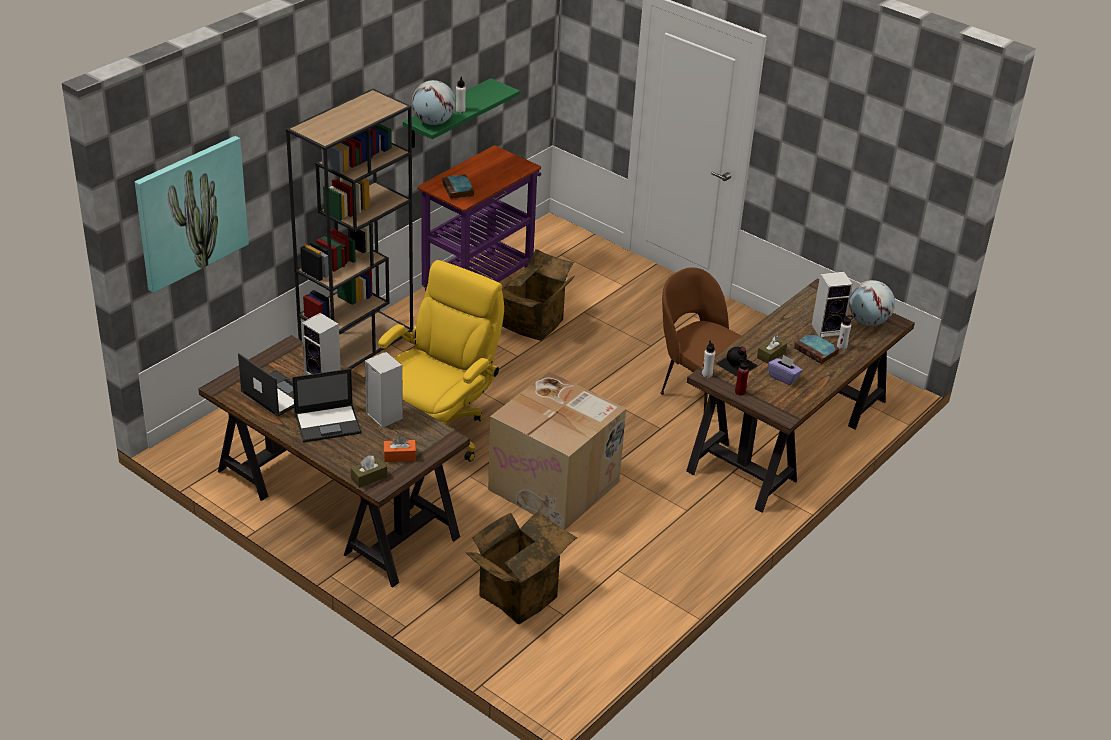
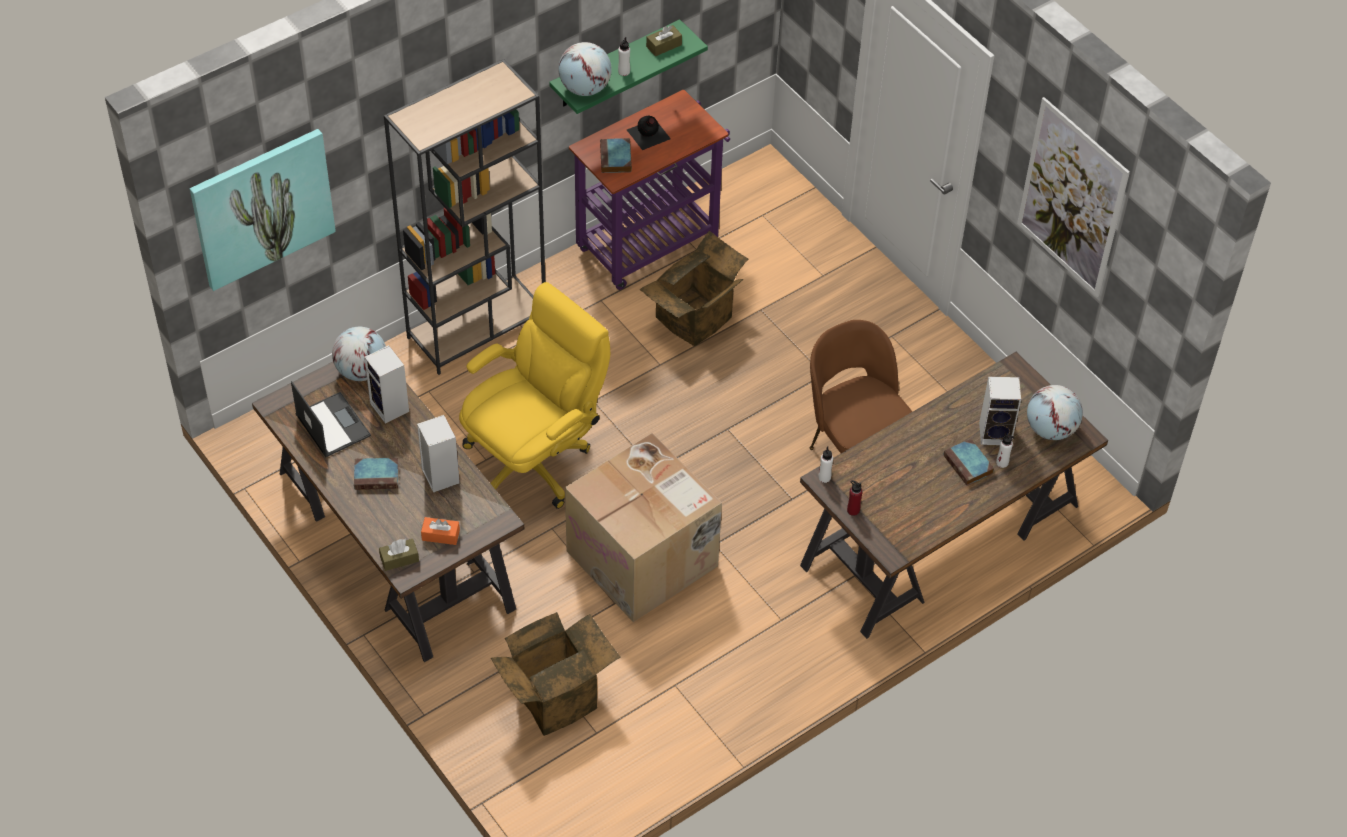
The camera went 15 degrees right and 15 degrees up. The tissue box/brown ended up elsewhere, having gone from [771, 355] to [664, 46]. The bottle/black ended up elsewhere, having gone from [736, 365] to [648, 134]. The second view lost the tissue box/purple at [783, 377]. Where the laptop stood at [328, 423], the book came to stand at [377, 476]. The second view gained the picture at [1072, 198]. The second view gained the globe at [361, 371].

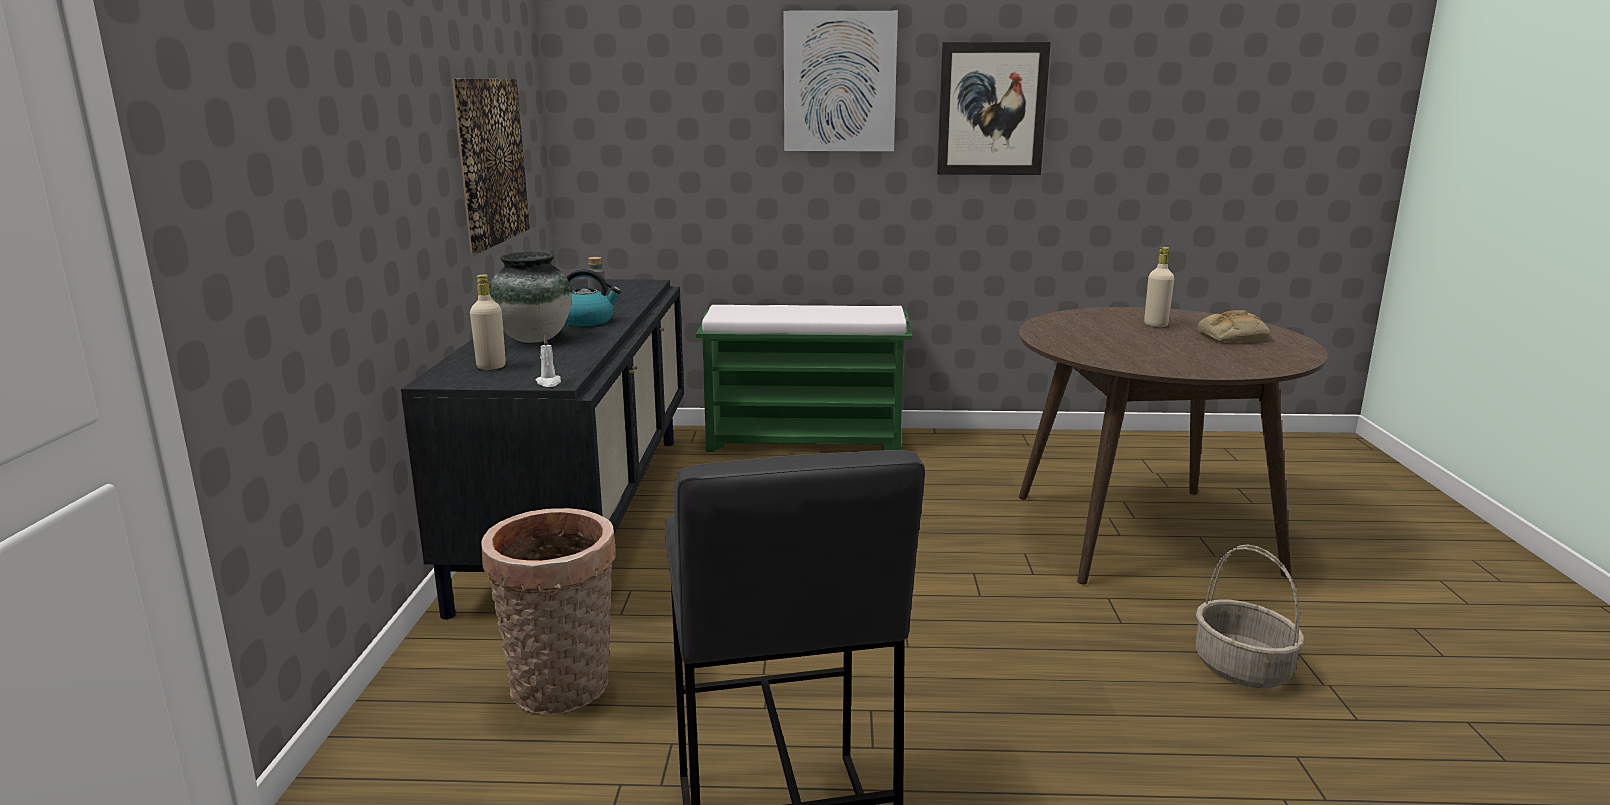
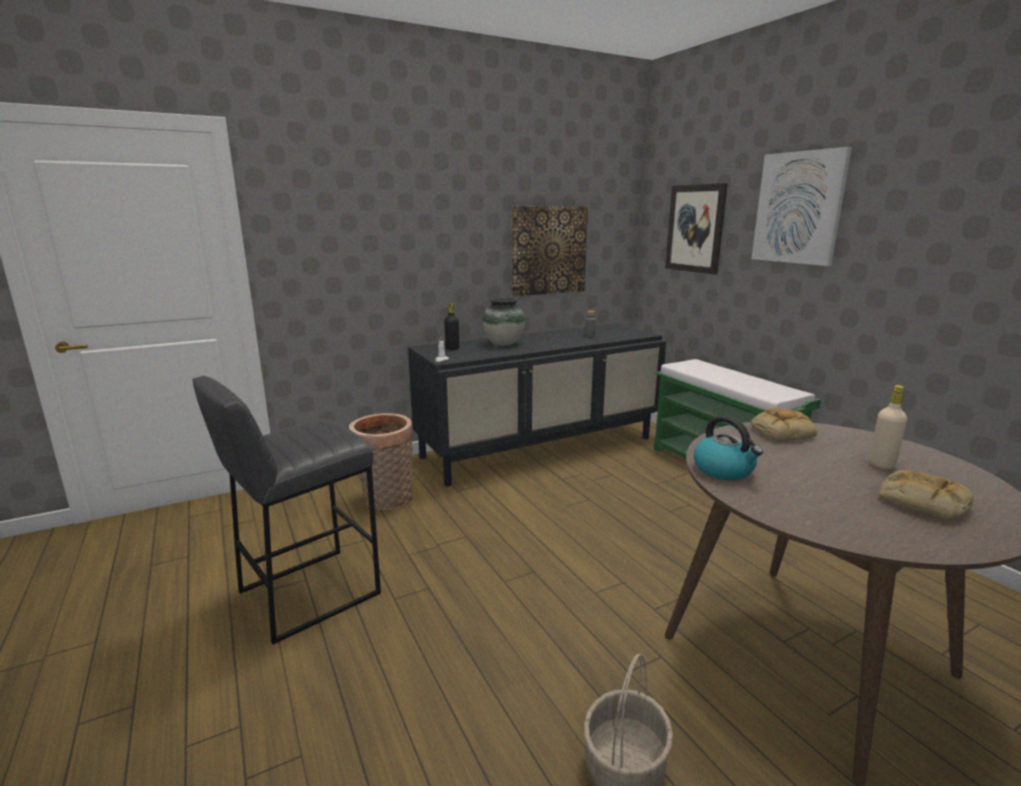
The camera went 60 degrees right and 0 degrees up. The picture ended up elsewhere, having gone from [991, 109] to [695, 228]. The kettle ended up elsewhere, having gone from [588, 321] to [724, 470]. What was the bottle/beige at [491, 367] turned into the bottle/black at [452, 348]. The second view gained the bread at [782, 432].

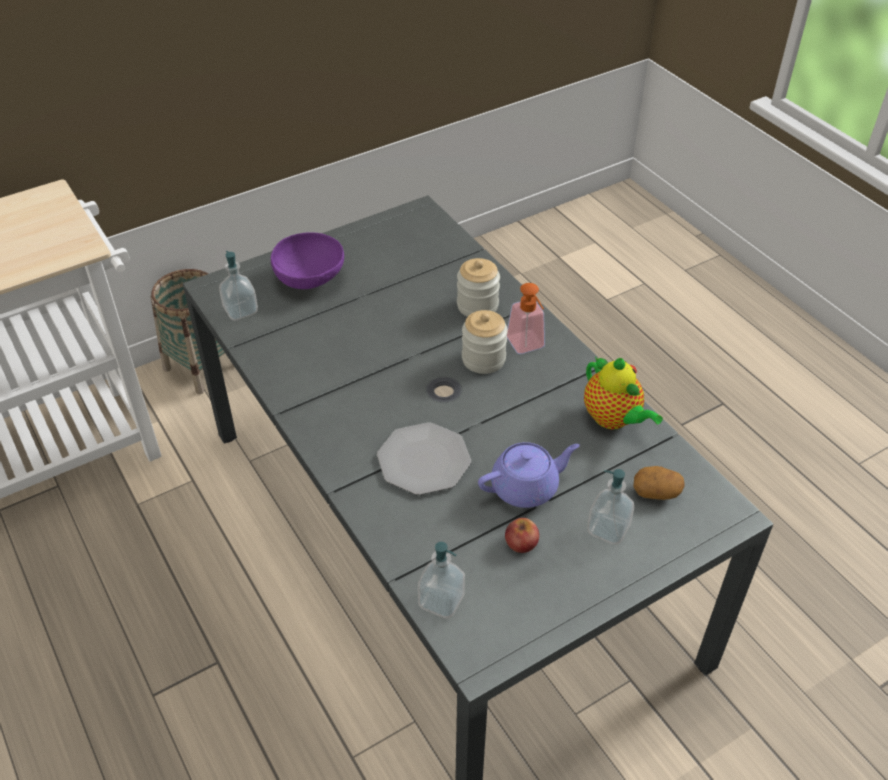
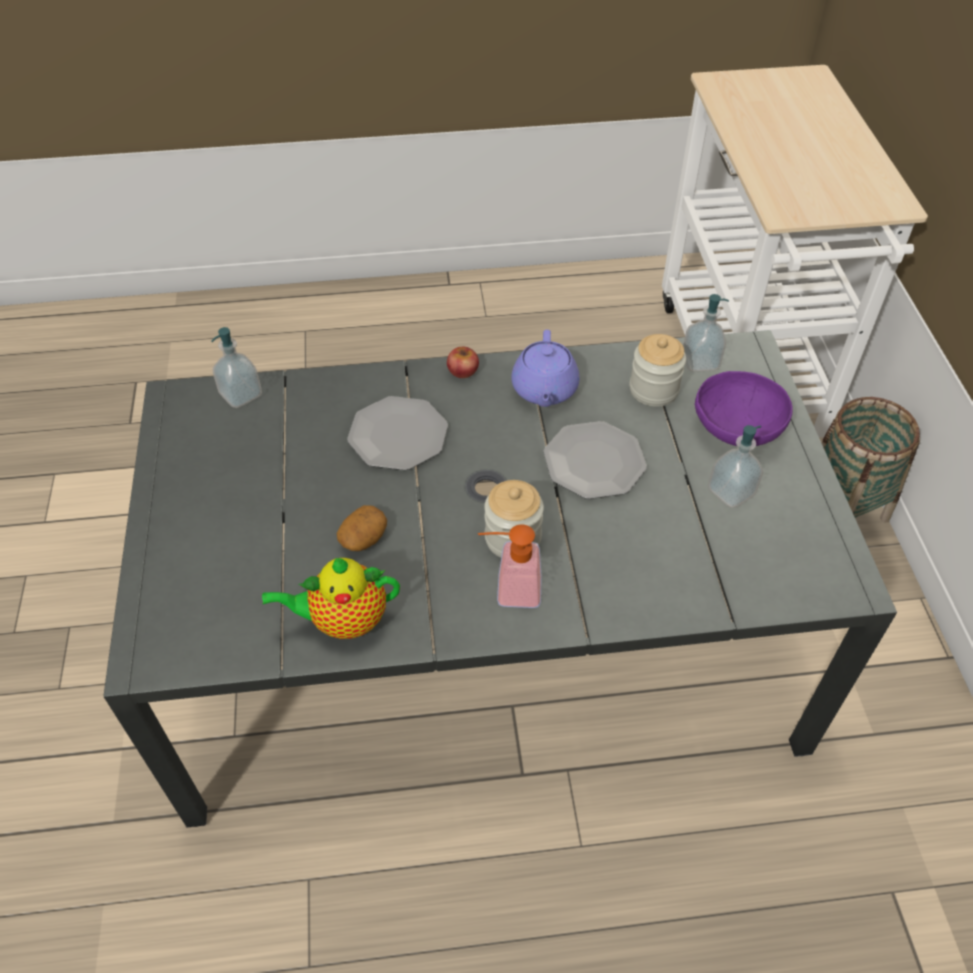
The camera went 115 degrees right and 5 degrees up. The jar ended up elsewhere, having gone from [477, 305] to [653, 389]. The teapot/purple ended up elsewhere, having gone from [526, 487] to [544, 390]. The potato ended up elsewhere, having gone from [656, 491] to [363, 538]. The soap dispenser ended up elsewhere, having gone from [608, 529] to [731, 492]. The apple ended up elsewhere, having gone from [521, 542] to [463, 370]. The second view gained the plate at [594, 462].

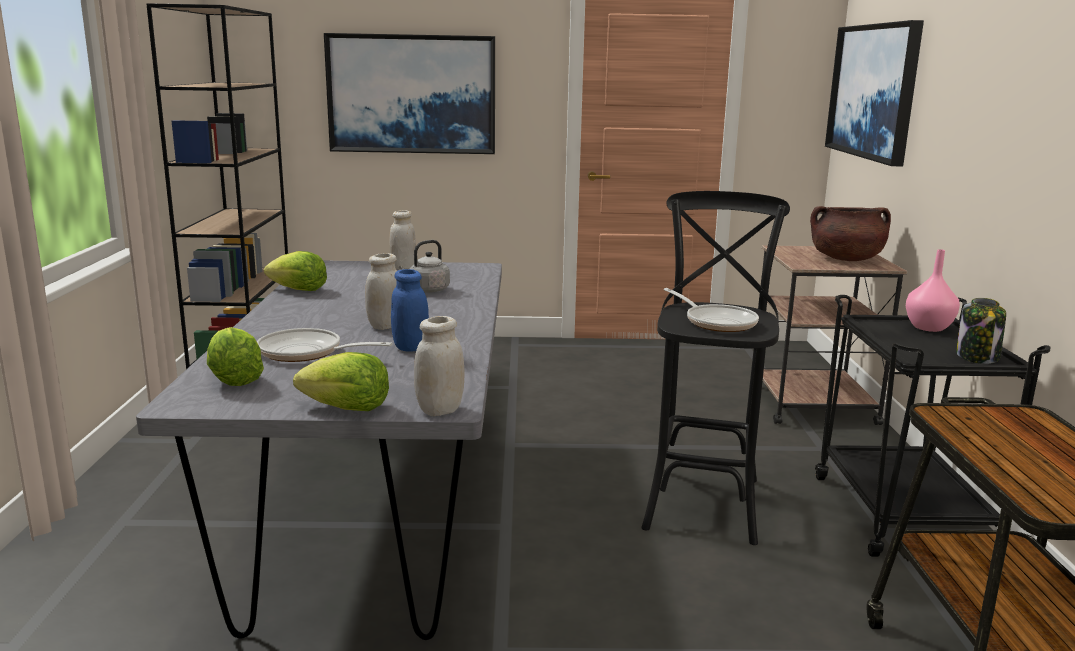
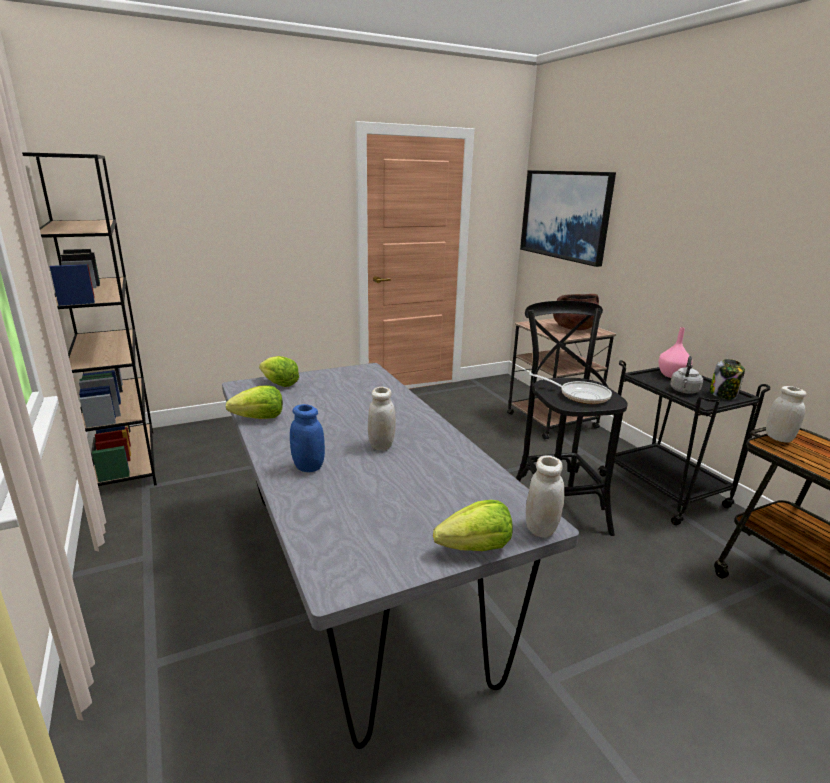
The camera went 25 degrees left and 5 degrees up. The second view lost the picture at [412, 94]. The jar/white ended up elsewhere, having gone from [403, 267] to [778, 438]. The kettle/grey ended up elsewhere, having gone from [427, 290] to [684, 391]. The jar/blue ended up elsewhere, having gone from [410, 347] to [308, 467]. The lettuce ended up elsewhere, having gone from [234, 379] to [279, 384]. The second view lost the frying pan at [306, 353].

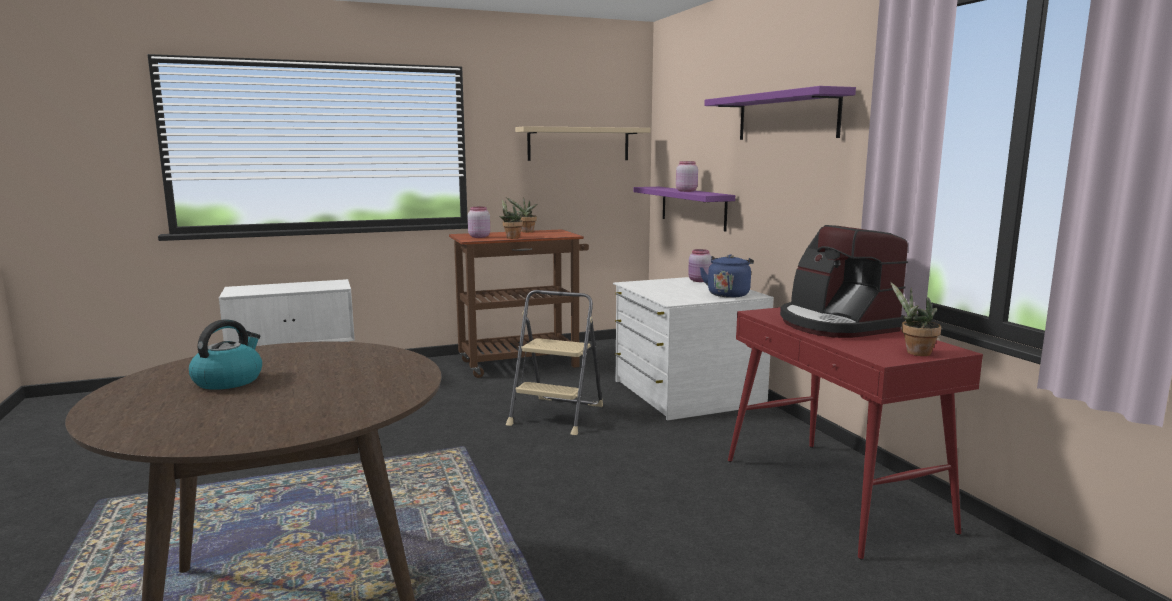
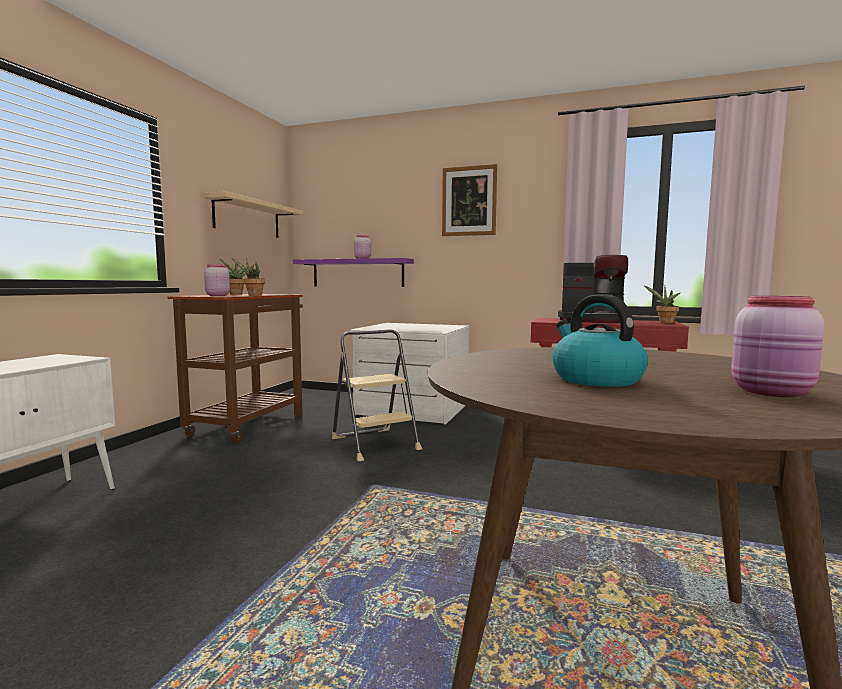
The camera went 50 degrees left and 5 degrees down. Where the shelf/purple hung at [786, 116], the picture came to hang at [469, 201]. The jar/pink ended up elsewhere, having gone from [699, 280] to [773, 392]. The second view lost the kettle/blue at [728, 294].

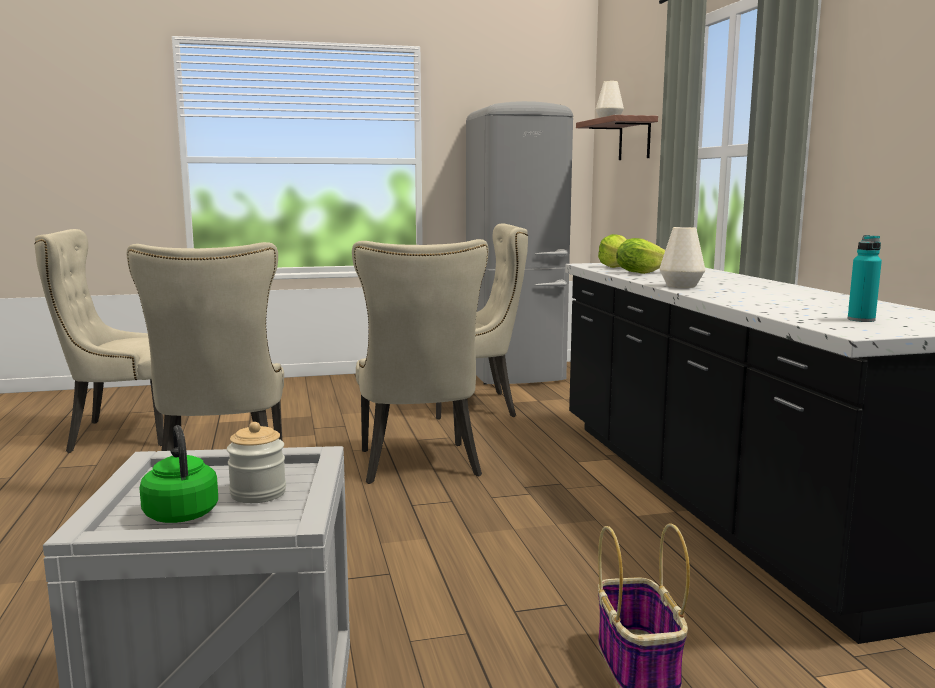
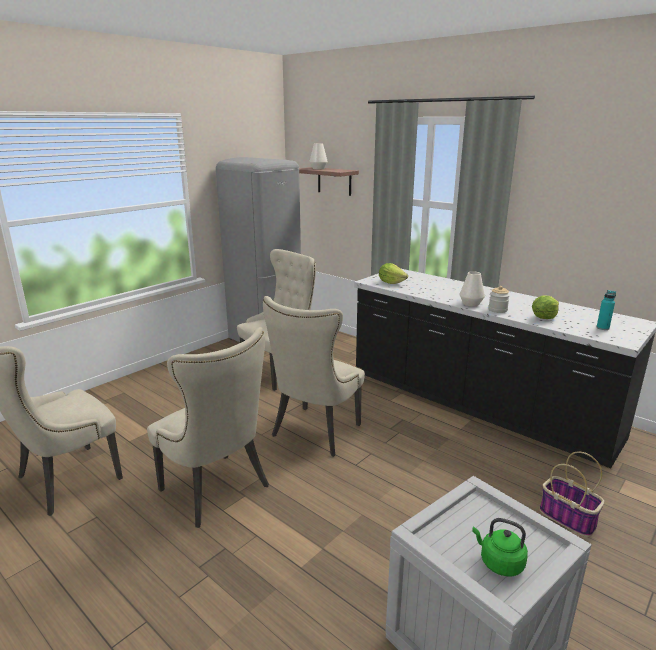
The camera went 35 degrees left and 10 degrees up. The lettuce ended up elsewhere, having gone from [639, 272] to [544, 317]. The chair/beige at [418, 464] ended up facing another way, 75 degrees clockwise from before. The jar ended up elsewhere, having gone from [258, 493] to [497, 310].

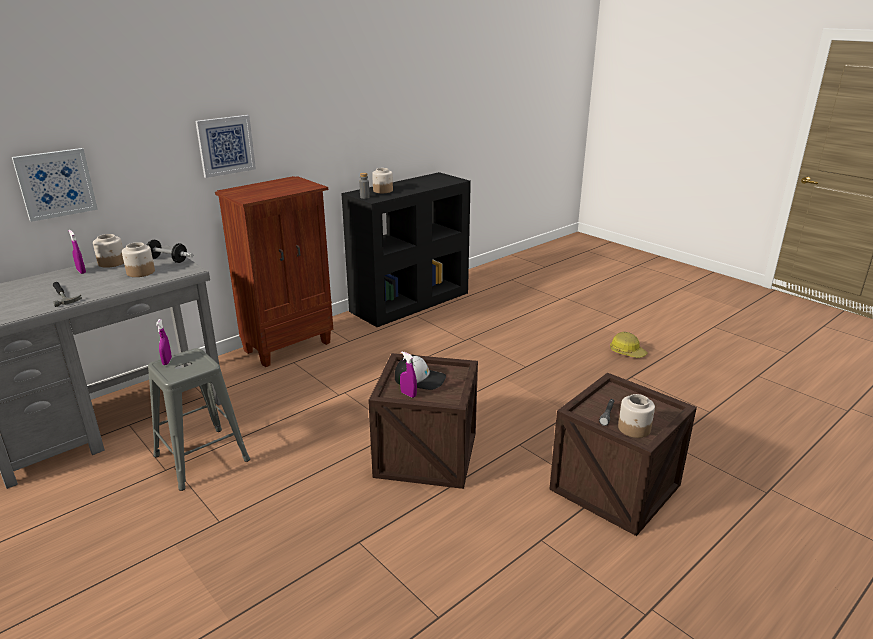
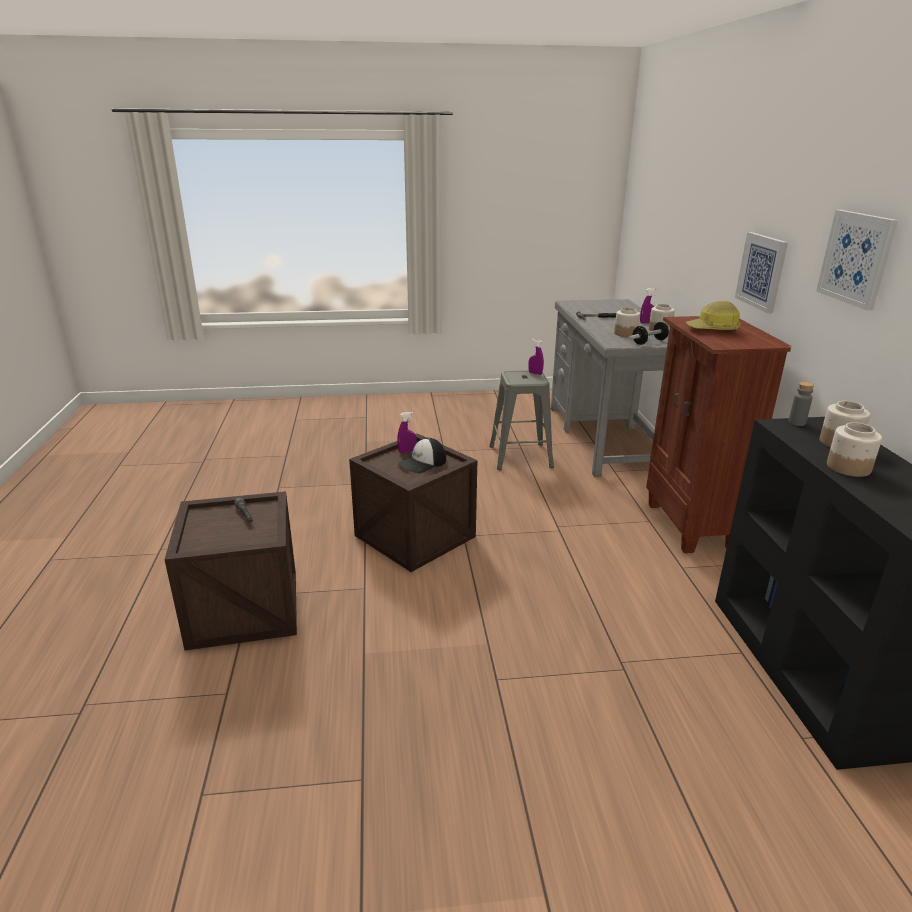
The camera went 125 degrees right and 0 degrees up. The picture ended up elsewhere, having gone from [55, 184] to [856, 258]. The hard hat ended up elsewhere, having gone from [627, 352] to [713, 330]. The jar ended up elsewhere, having gone from [634, 429] to [847, 467].

